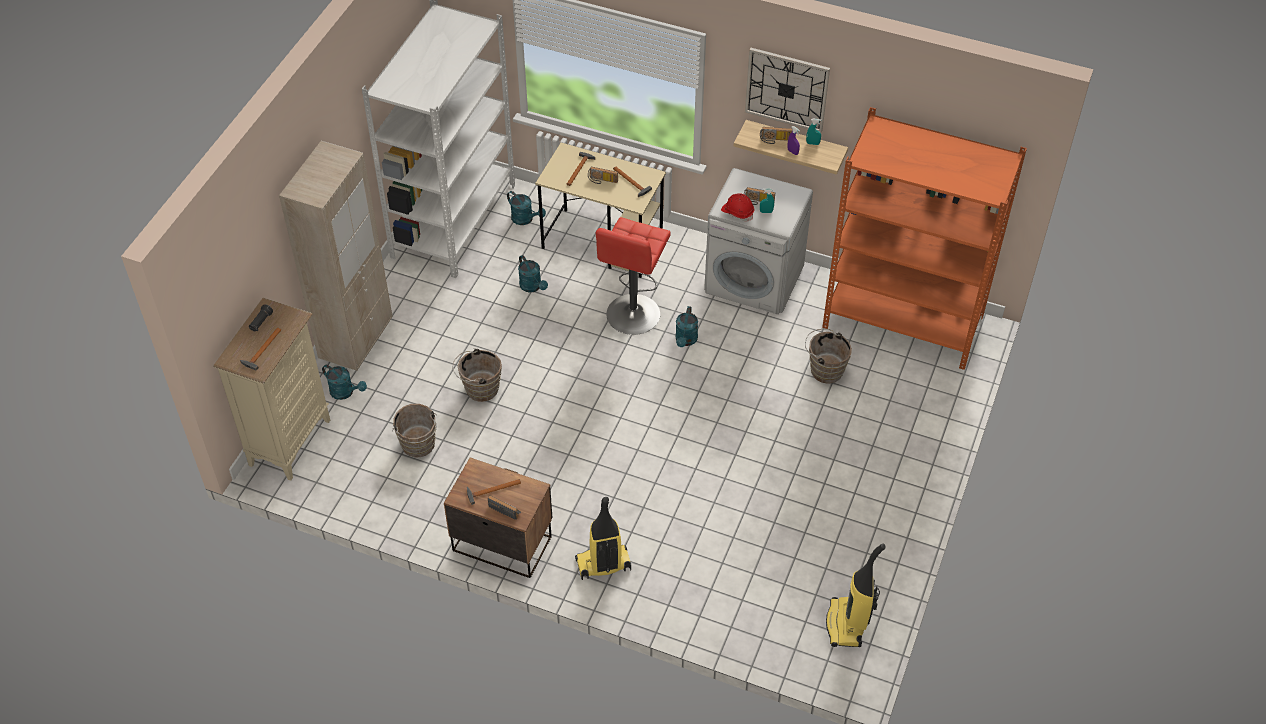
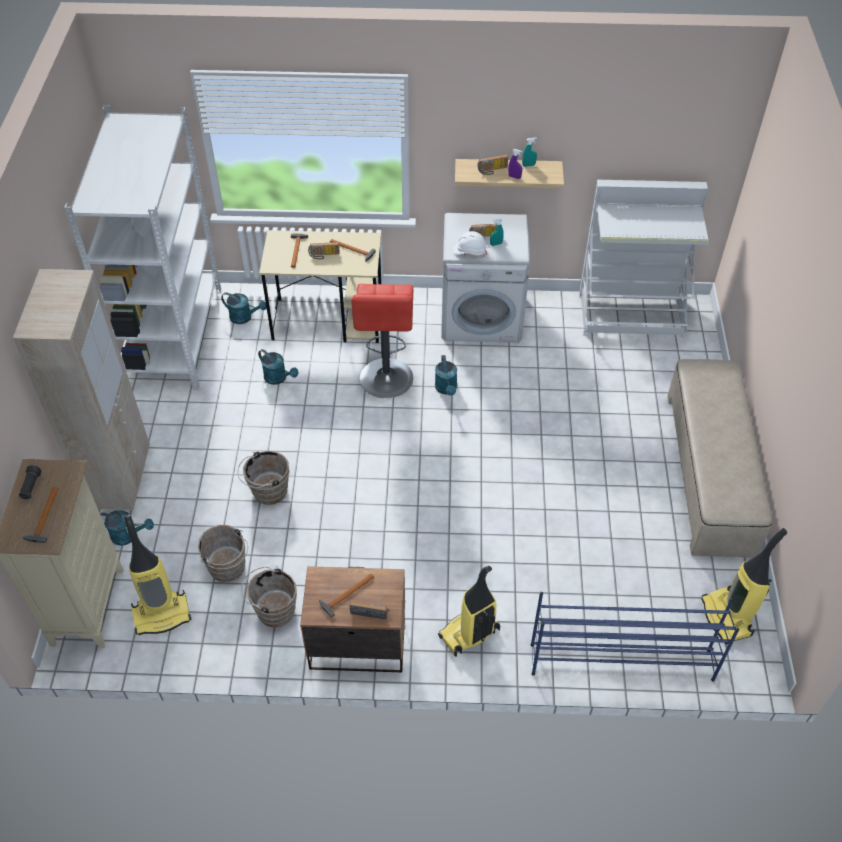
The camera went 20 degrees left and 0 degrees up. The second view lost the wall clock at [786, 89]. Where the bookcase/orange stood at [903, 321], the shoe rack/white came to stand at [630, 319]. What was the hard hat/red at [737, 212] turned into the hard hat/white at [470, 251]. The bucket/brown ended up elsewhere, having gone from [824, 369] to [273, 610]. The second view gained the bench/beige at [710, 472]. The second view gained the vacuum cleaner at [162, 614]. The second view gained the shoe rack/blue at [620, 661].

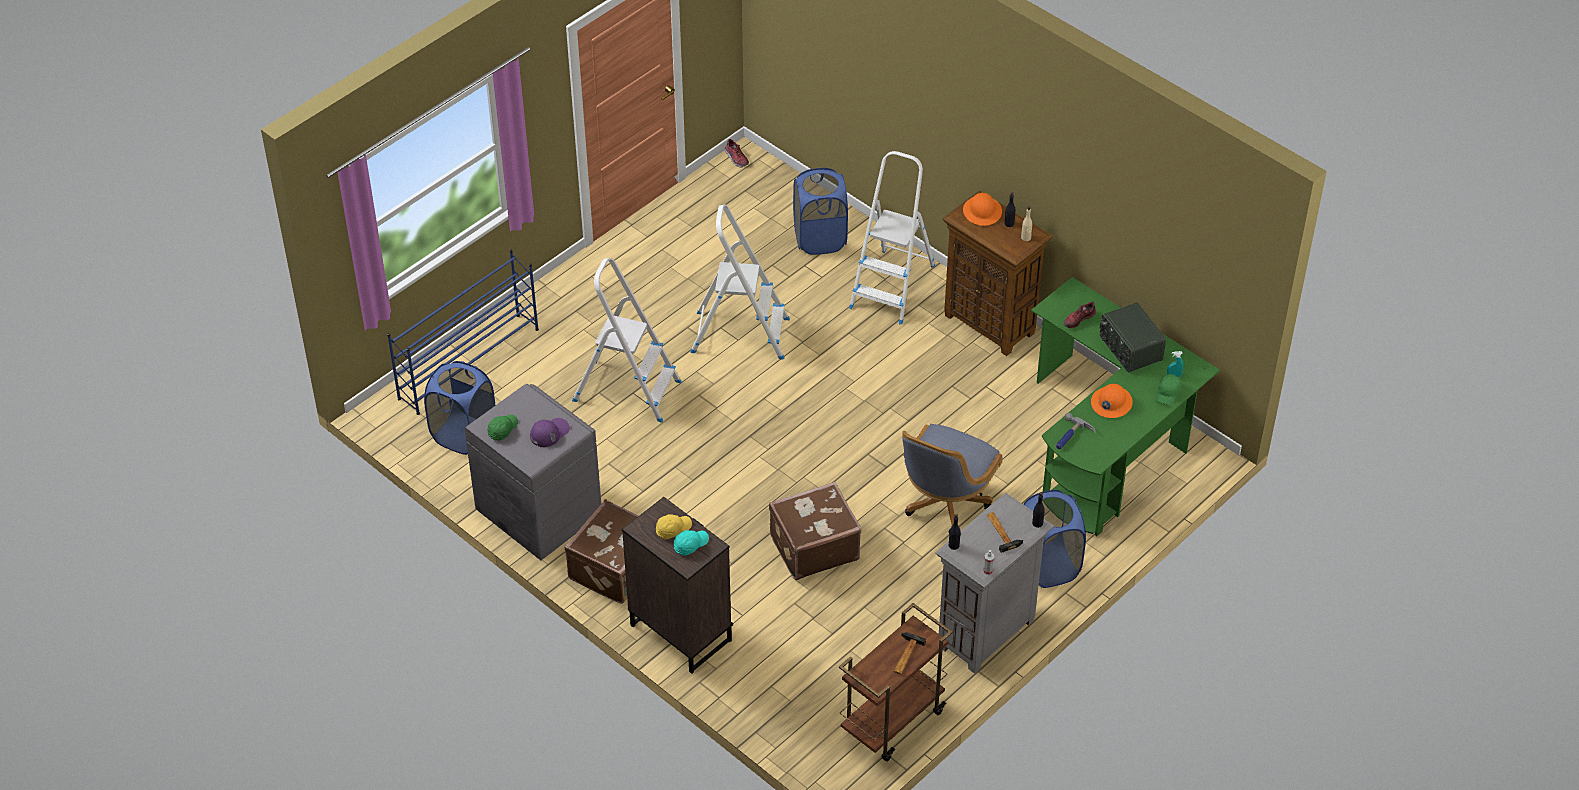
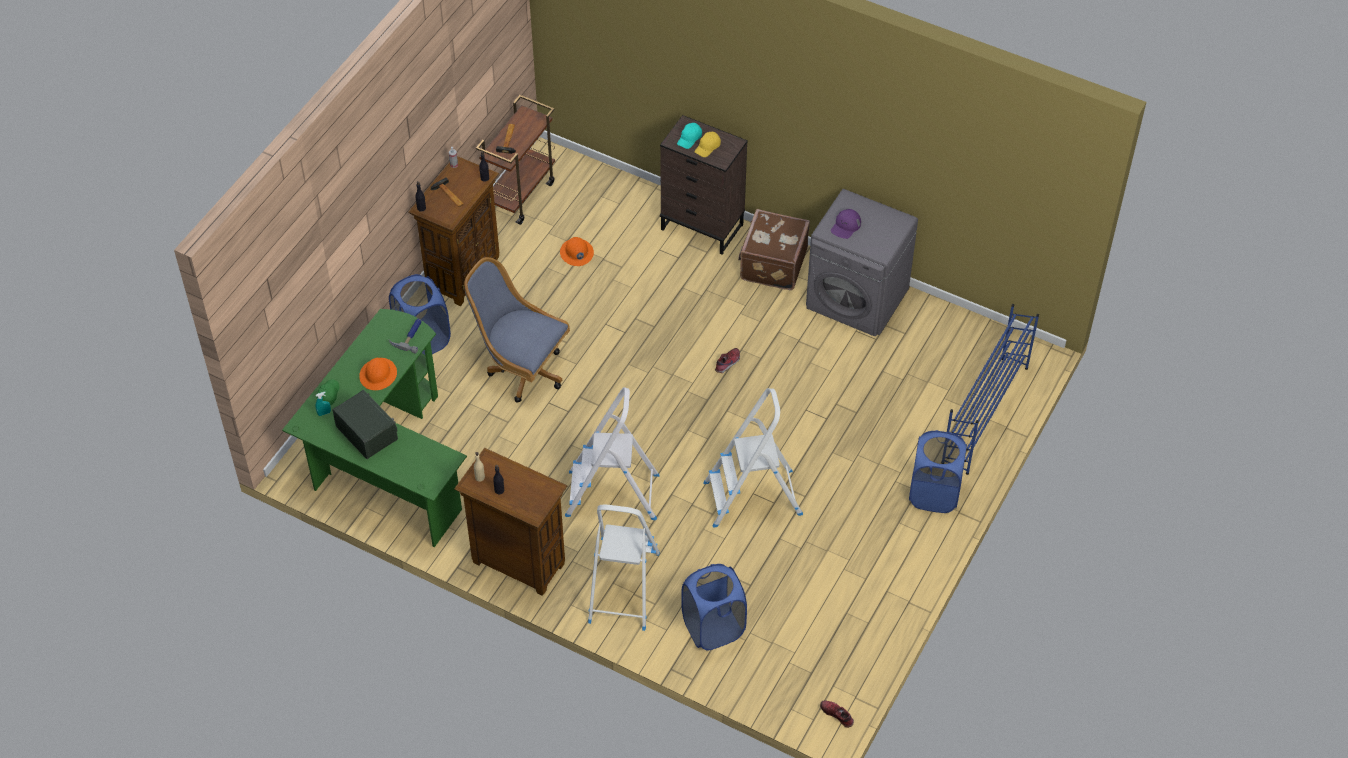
The camera went 165 degrees right and 5 degrees up. The hard hat/orange ended up elsewhere, having gone from [982, 211] to [576, 253]. The step ladder/white ended up elsewhere, having gone from [628, 391] to [611, 495]. The shoe ended up elsewhere, having gone from [1078, 319] to [728, 363]. The laundry basket/blue ended up elsewhere, having gone from [464, 435] to [934, 493]. The second view lost the cap/green at [502, 429]. The office chair/blue at [943, 508] ended up facing another way, 75 degrees counterclockwise from before. The second view lost the suitcase/brown at [813, 547]. What was the cabinet/grey at [986, 635] turned into the cabinet/brown at [463, 273].

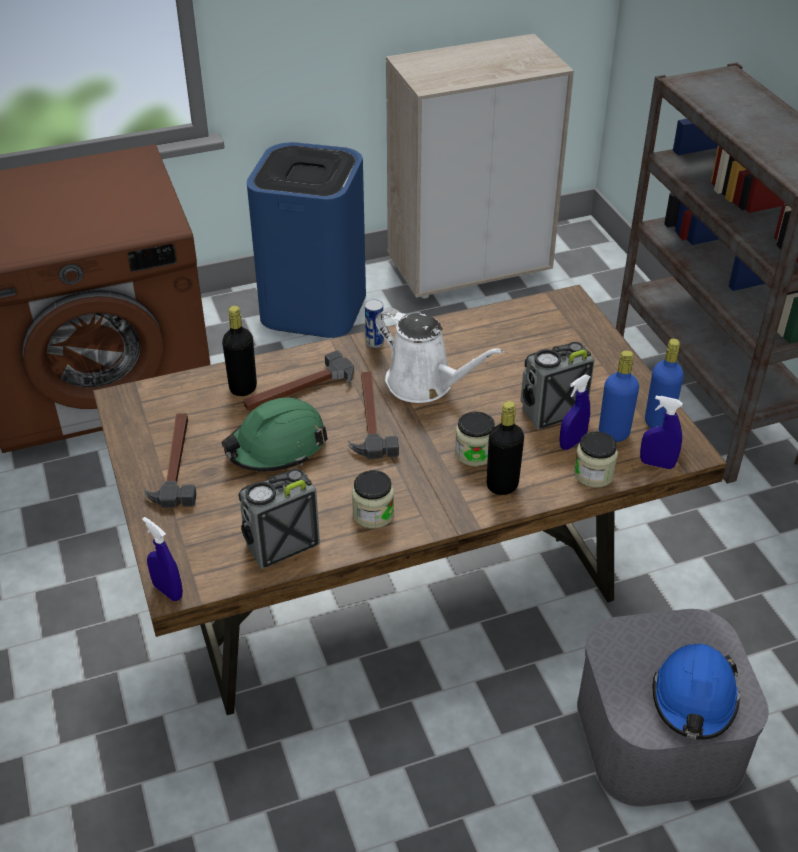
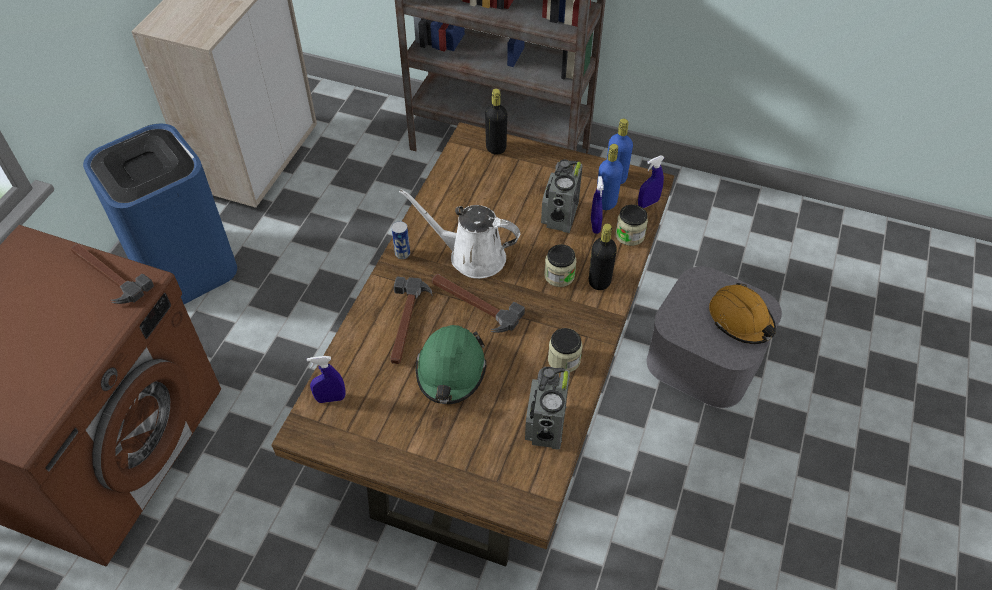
The camera went 50 degrees left and 10 degrees up. The bottle/black ended up elsewhere, having gone from [243, 388] to [496, 148]. The watering can/white at [425, 384] ended up facing another way, 150 degrees counterclockwise from before. The hammer ended up elsewhere, having gone from [175, 463] to [107, 274]. The spray bottle/blue ended up elsewhere, having gone from [168, 591] to [330, 398]. What was the hard hat/blue at [694, 699] turned into the hard hat/orange at [740, 320].

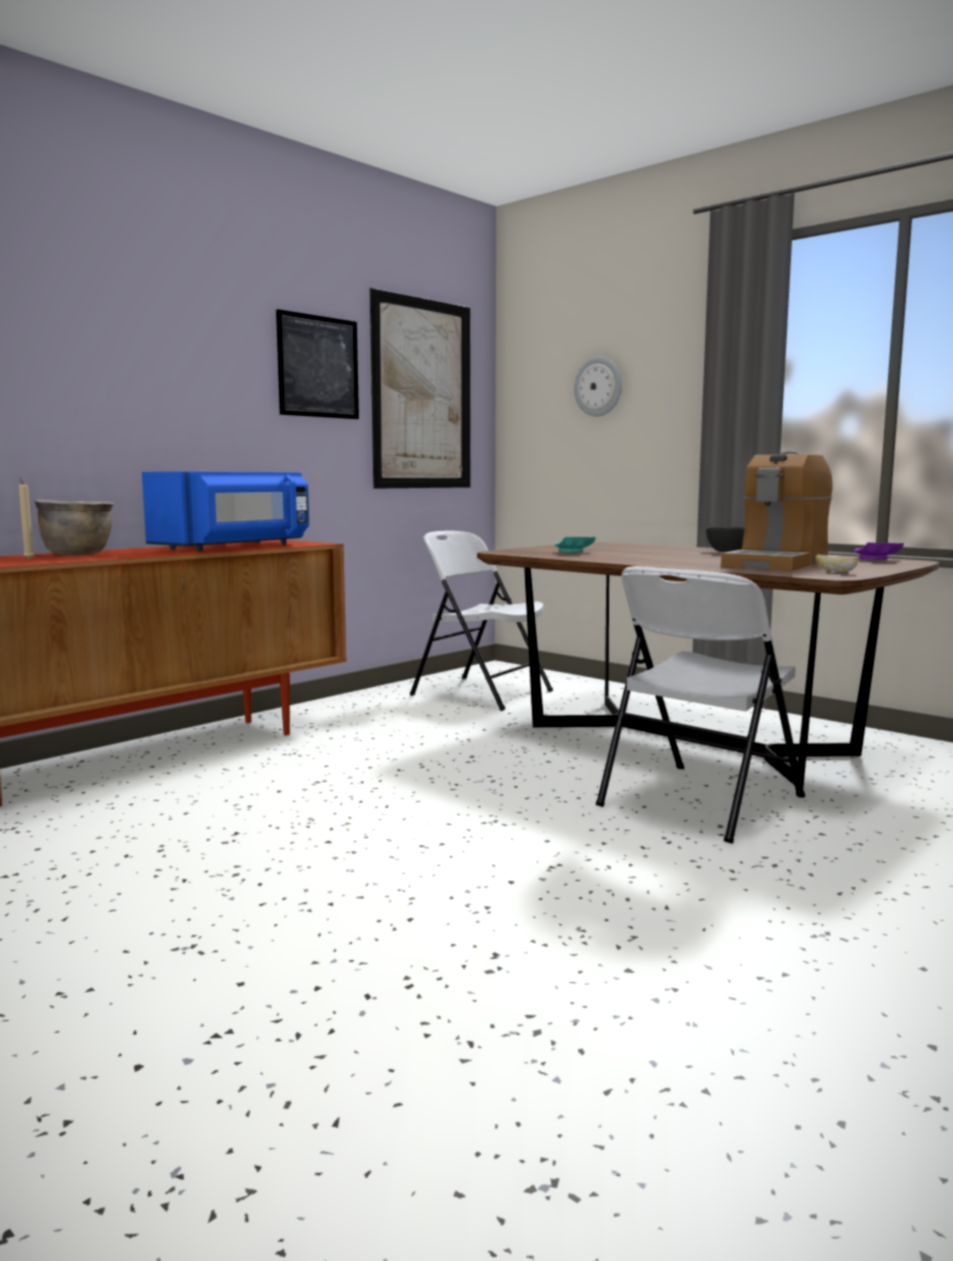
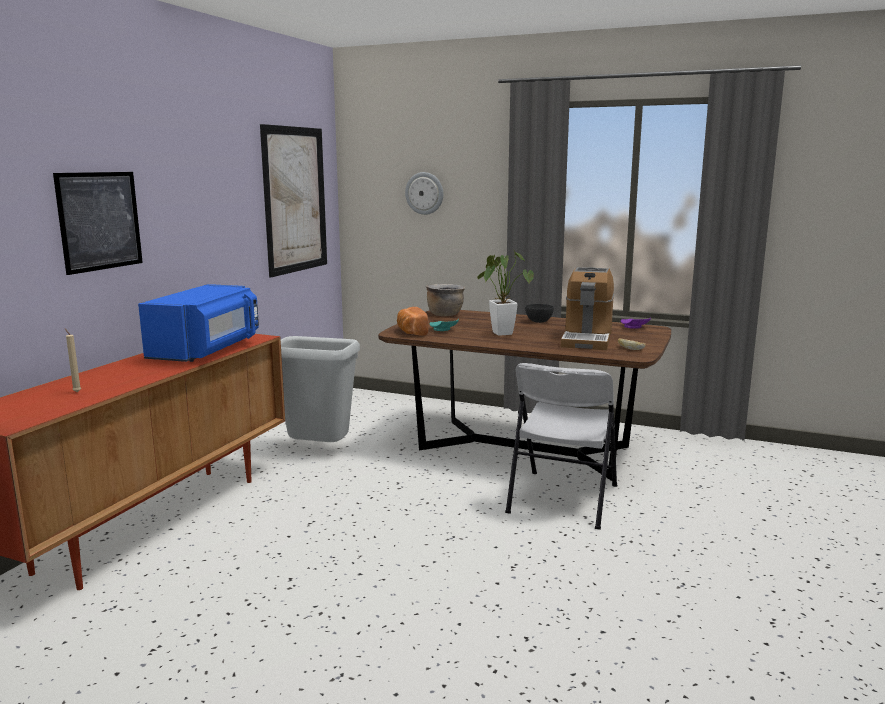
The camera went 20 degrees left and 5 degrees up. The picture ended up elsewhere, having gone from [318, 367] to [100, 221]. The cooking pot/brown ended up elsewhere, having gone from [78, 554] to [445, 314]. The second view lost the chair/white at [482, 693]. The second view gained the potted plant at [501, 332]. The second view gained the bread at [411, 332]. The second view gained the trash can/grey at [320, 450].

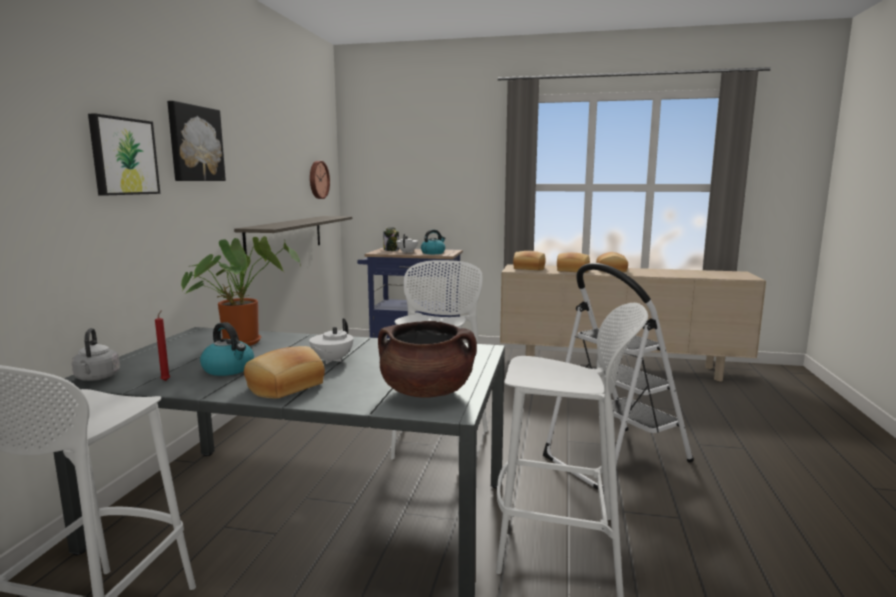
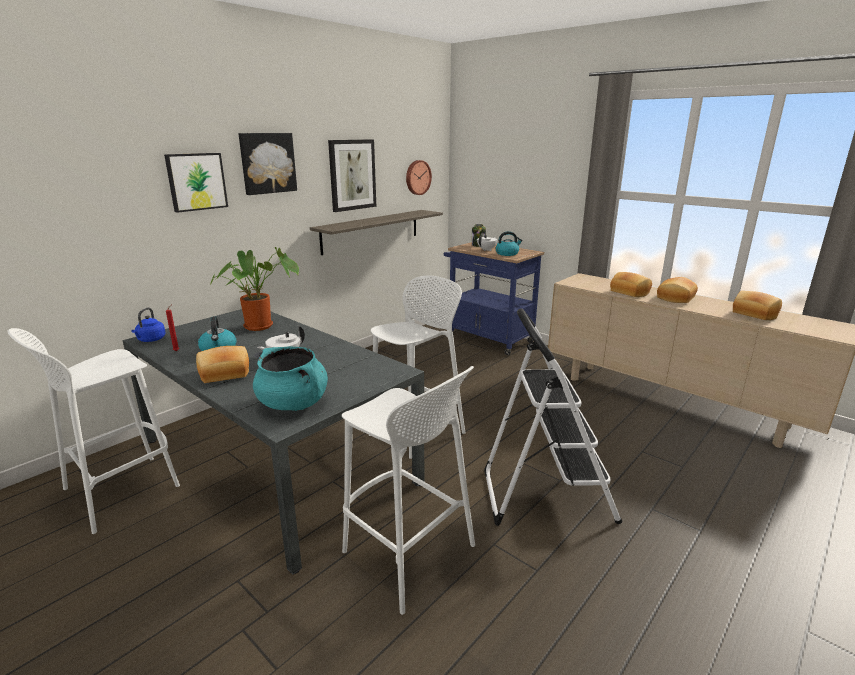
The camera went 30 degrees right and 10 degrees up. The bread ended up elsewhere, having gone from [528, 269] to [754, 314]. What was the cooking pot/brown at [427, 392] turned into the cooking pot/turquoise at [293, 403]. What was the kettle/grey at [97, 378] turned into the kettle/blue at [150, 340]. The second view gained the picture at [352, 175].

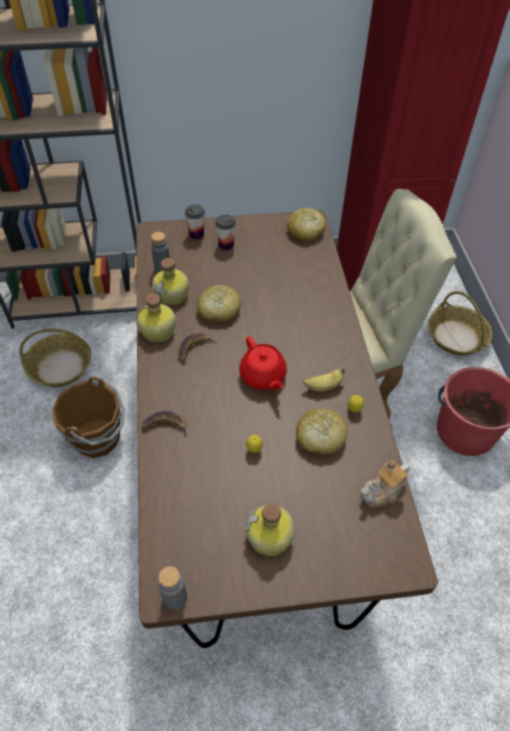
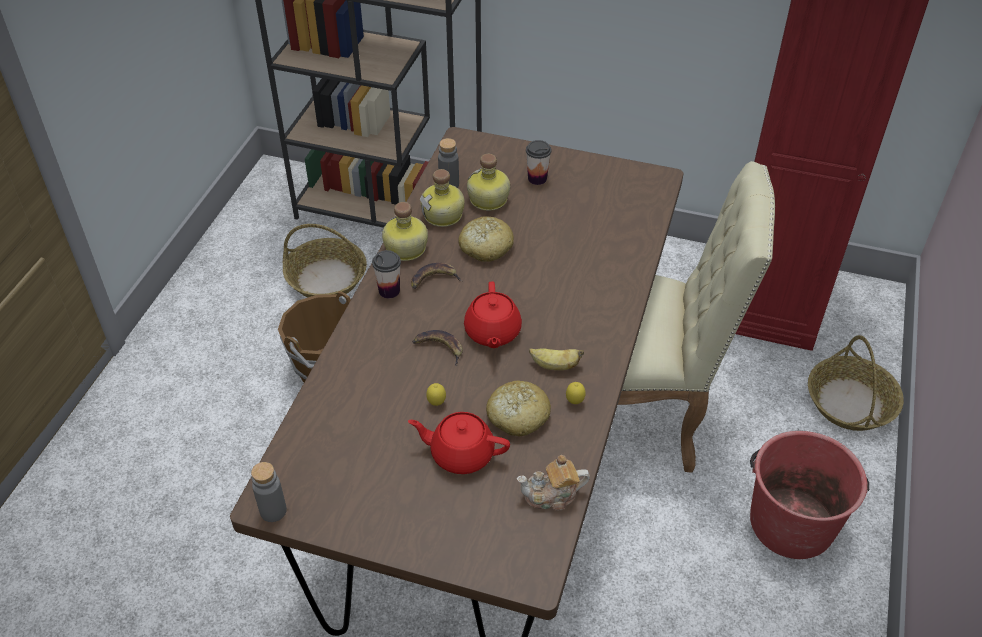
The camera went 25 degrees right and 5 degrees down. The cup ended up elsewhere, having gone from [196, 234] to [389, 291]. The second view lost the bread at [305, 231]. The banana ended up elsewhere, having gone from [165, 426] to [439, 348]. The bottle ended up elsewhere, having gone from [270, 538] to [488, 200]. The second view gained the teapot/red at [461, 453].

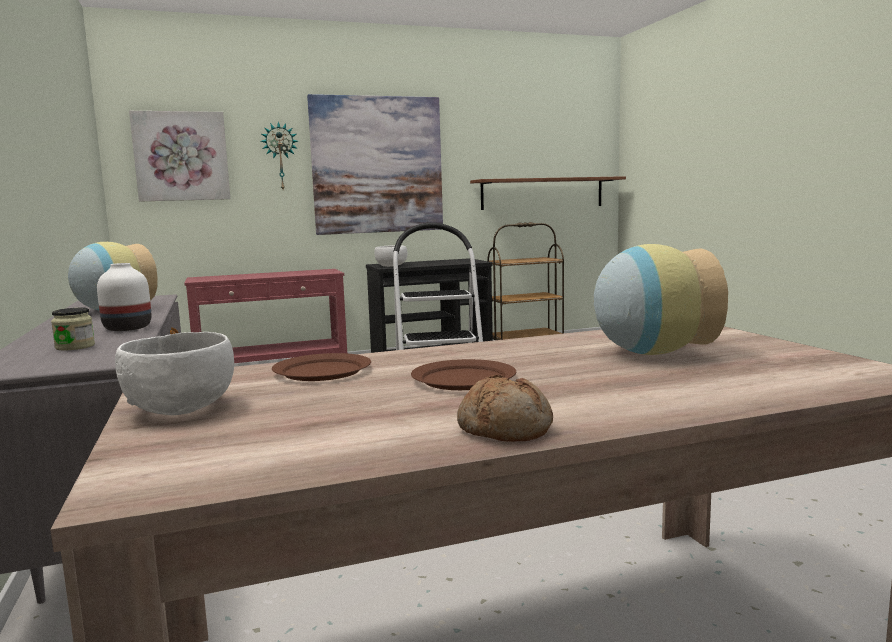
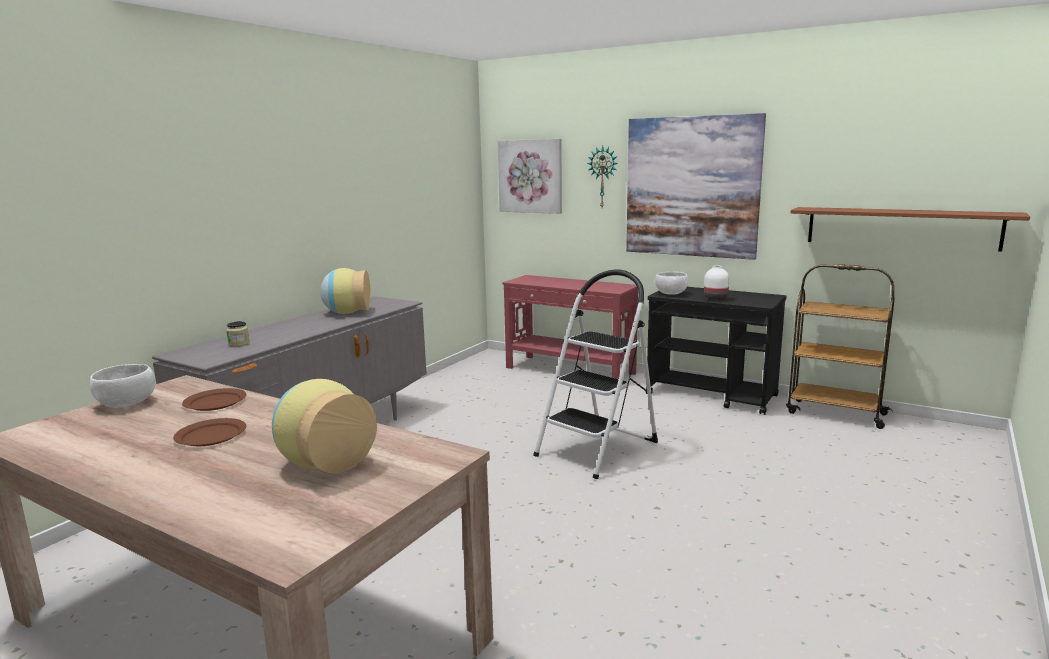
The camera went 50 degrees right and 5 degrees up. The vase/white ended up elsewhere, having gone from [126, 328] to [715, 299]. The second view lost the bread at [506, 429].

